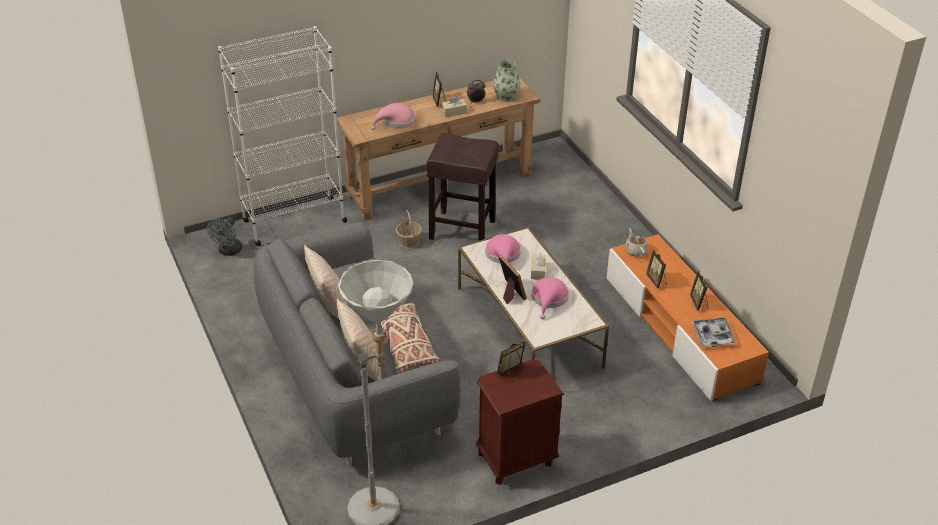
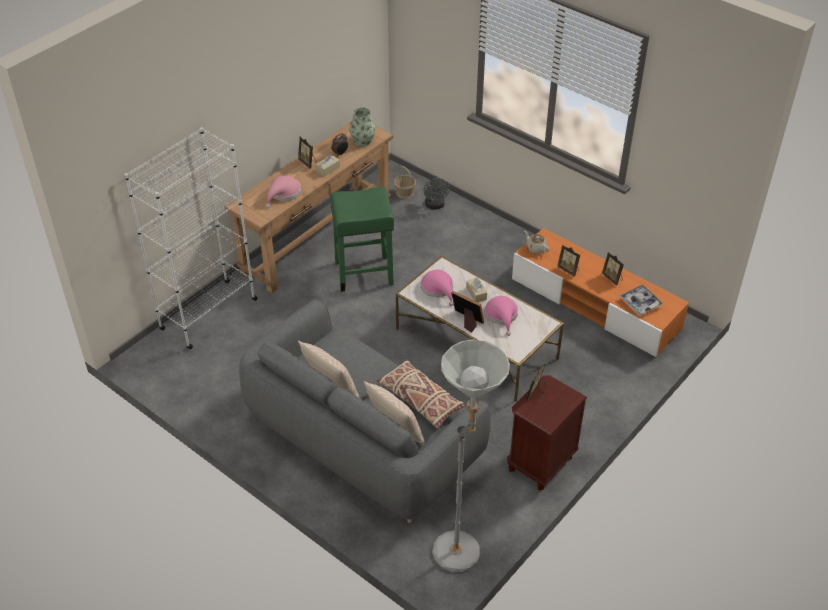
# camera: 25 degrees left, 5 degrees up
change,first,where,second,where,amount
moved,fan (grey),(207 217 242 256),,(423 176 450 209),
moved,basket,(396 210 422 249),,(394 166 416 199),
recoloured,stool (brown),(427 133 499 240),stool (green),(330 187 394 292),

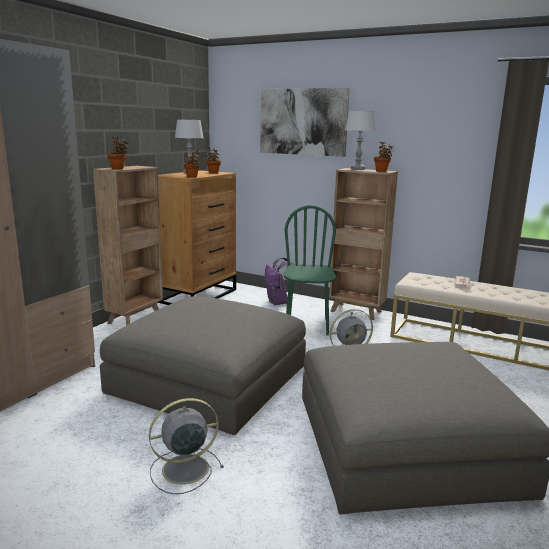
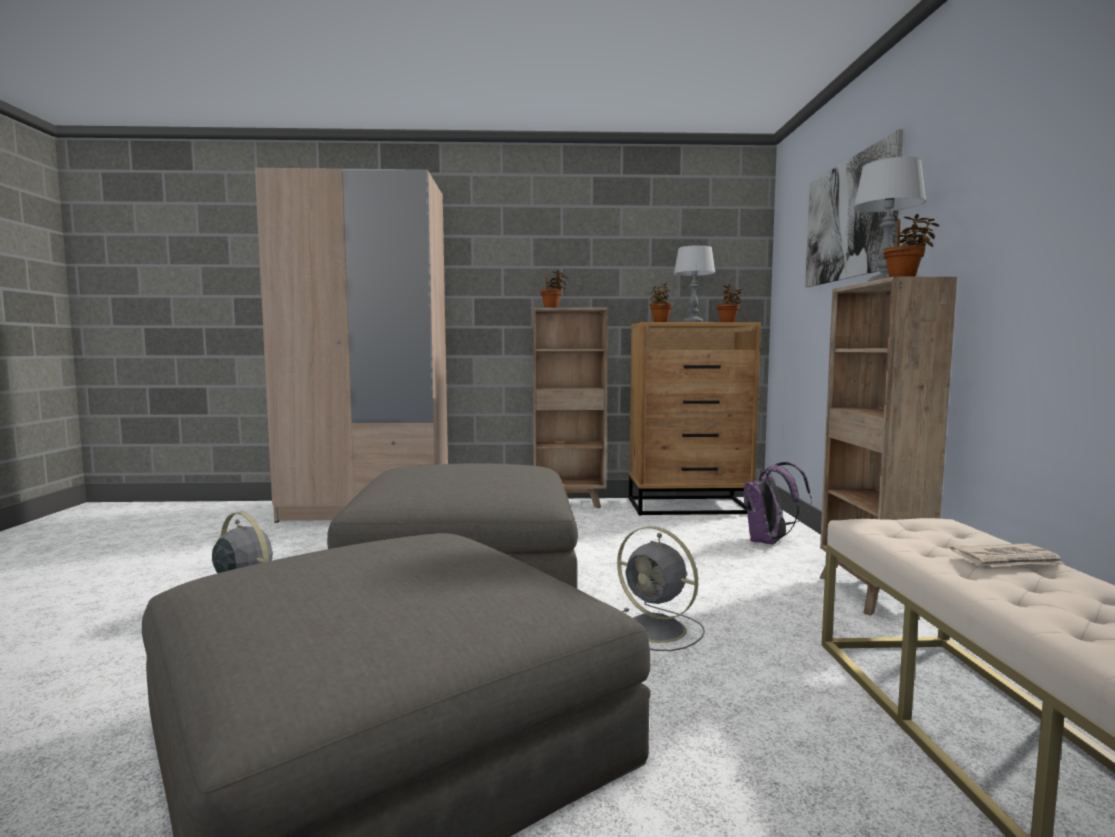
# camera: 60 degrees right, 10 degrees down
change,first,where,second,where,amount
removed,chair (green),(284 205 336 335),,,

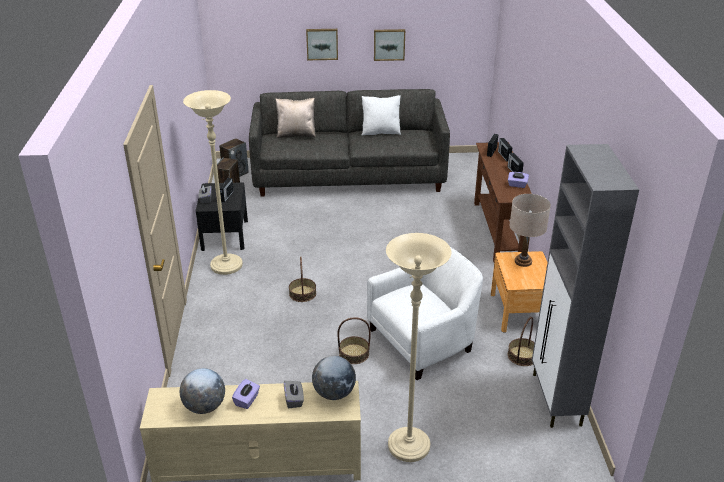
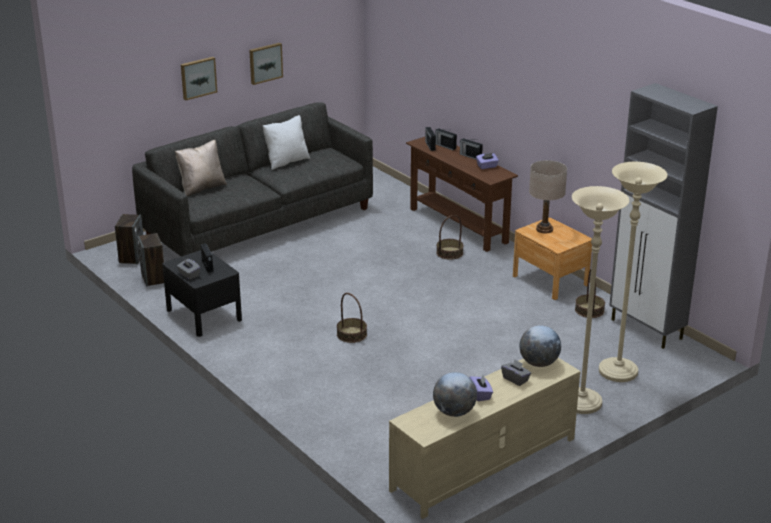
# camera: 35 degrees left, 5 degrees down
change,first,where,second,where,amount
moved,floor lamp (beige),(183 90 243 275),,(599 162 668 382),
moved,basket,(337 317 371 364),,(436 215 464 260),
removed,armchair (white),(367 247 483 380),,,

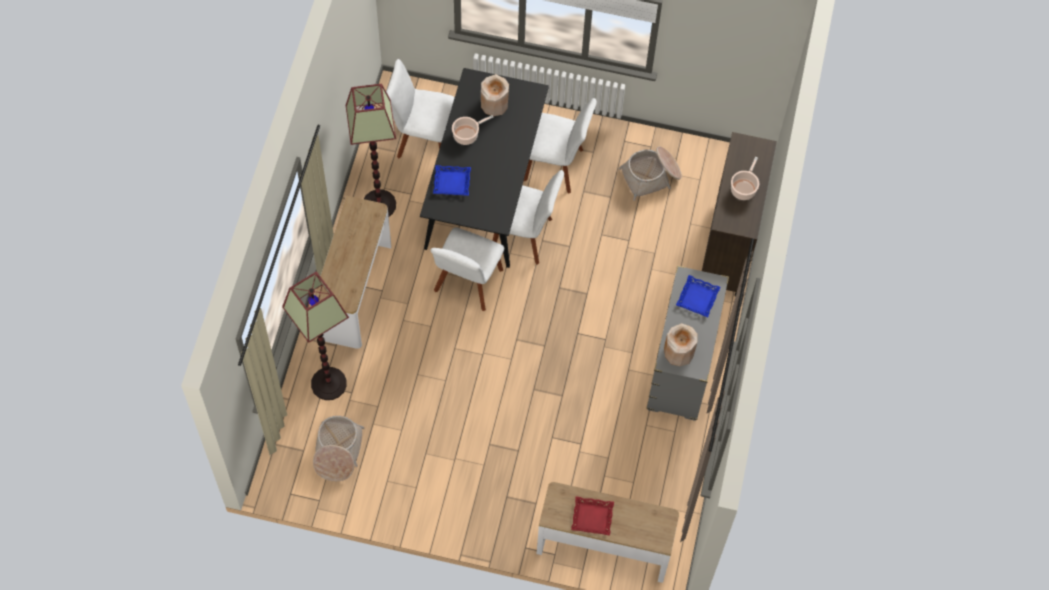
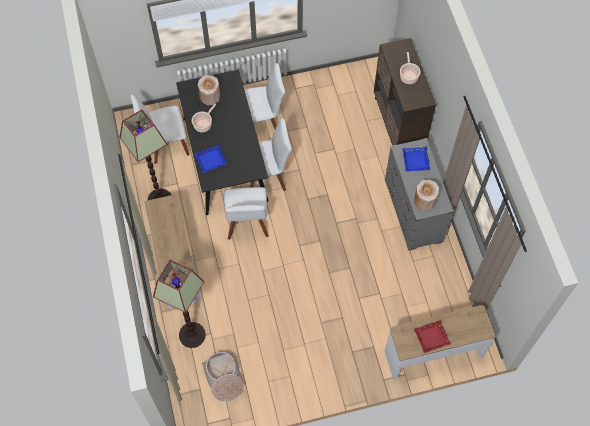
# camera: 25 degrees left, 0 degrees up
change,first,where,second,where,amount
removed,basket,(618 147 682 201),,,

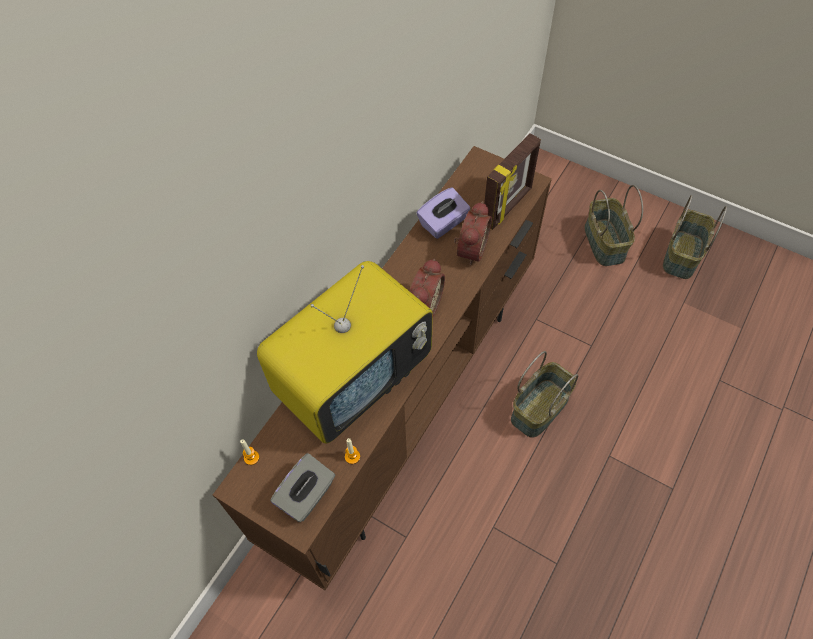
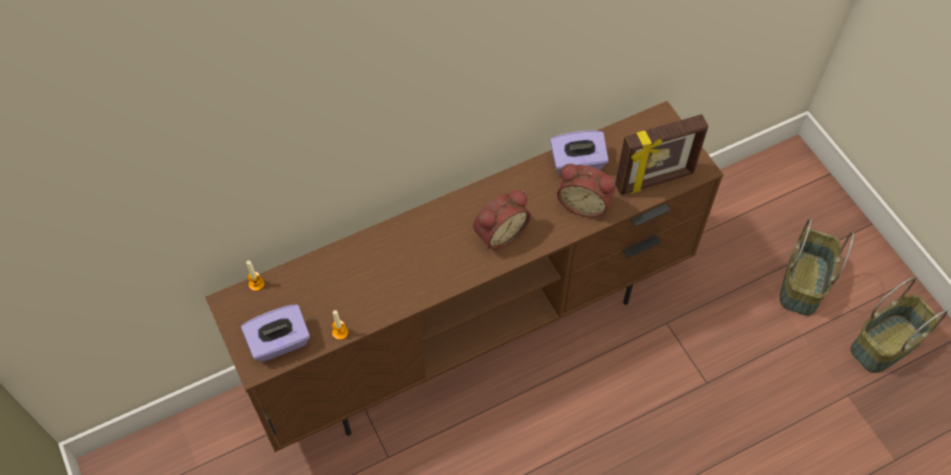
# camera: 30 degrees right, 0 degrees up
change,first,where,second,where,amount
removed,television,(257 261 433 443),,,
recoloured,tissue box (grey),(270 453 336 522),tissue box (purple),(241 304 310 362),
turned,alarm clock,(454 201 492 266),,(557 164 616 217),60 degrees clockwise
removed,basket,(511 351 578 438),,,

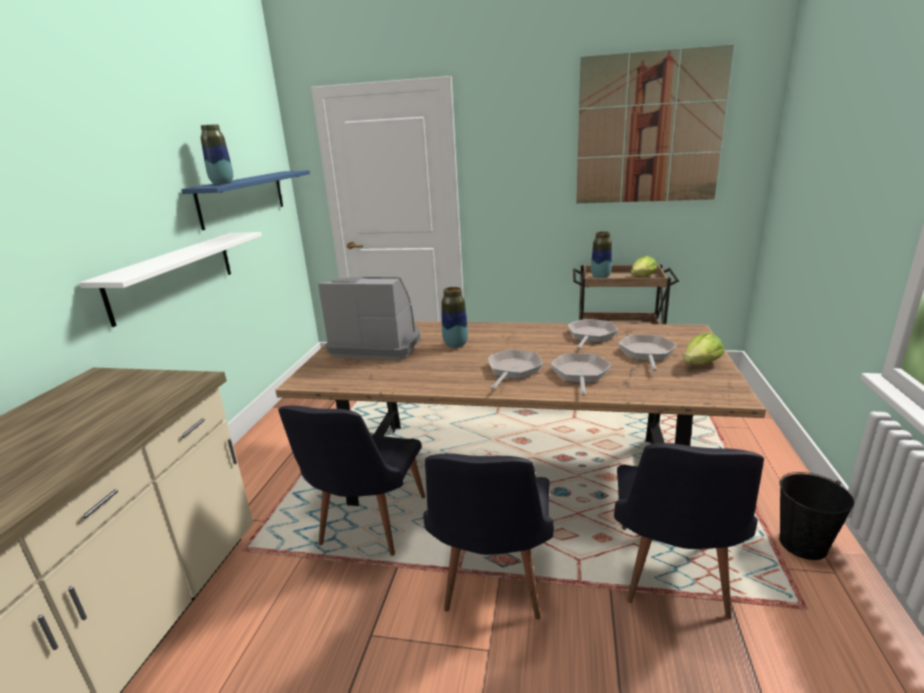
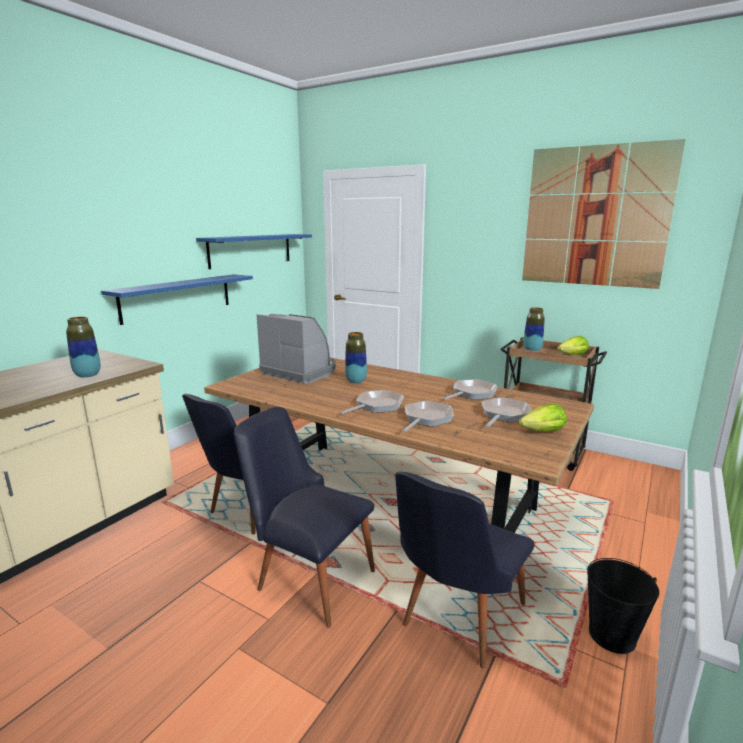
# camera: 20 degrees right, 5 degrees down
change,first,where,second,where,amount
recoloured,shelf (white),(79 232 262 327),shelf (blue),(101 274 253 325),
moved,vase,(201 124 233 185),,(66 317 101 377),
turned,chair (black),(423 453 554 619),,(234 407 375 628),90 degrees clockwise

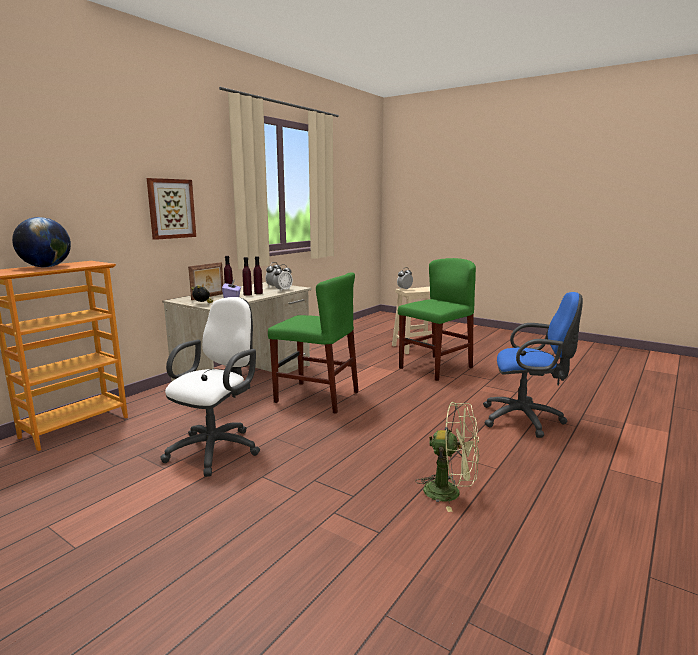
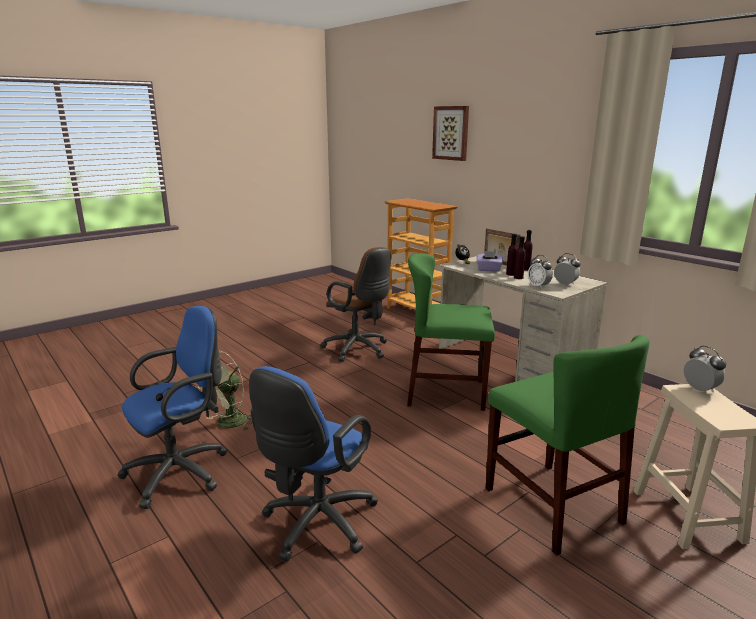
# camera: 105 degrees right, 5 degrees up
change,first,where,second,where,amount
removed,globe,(12 217 71 267),,,
moved,picture,(147 178 196 240),,(432 106 469 161),
recoloured,office chair (white),(161 297 260 477),office chair (brown),(320 247 391 362),
turned,chair (green),(268 272 359 414),,(407 253 495 411),60 degrees clockwise
added,,,office chair (blue),(117 306 227 509),

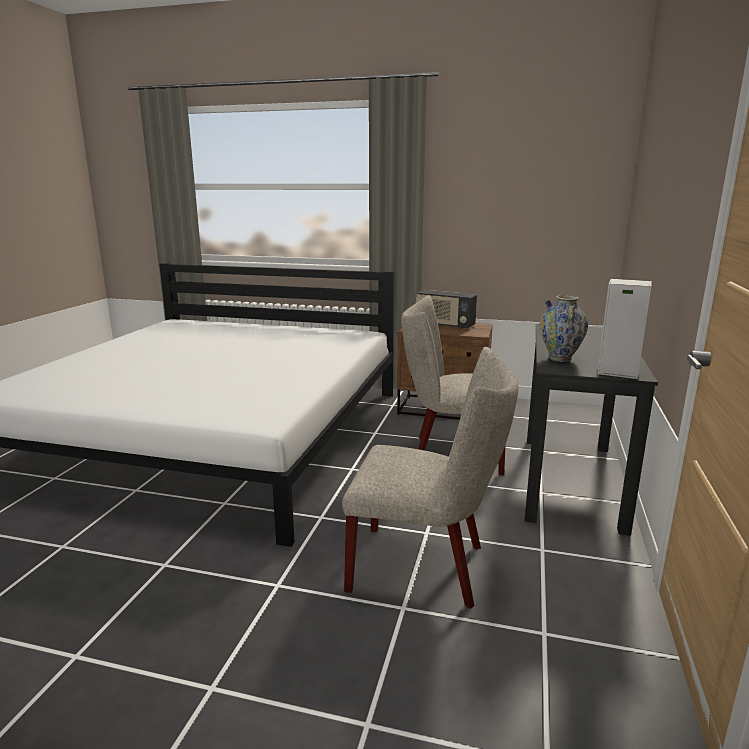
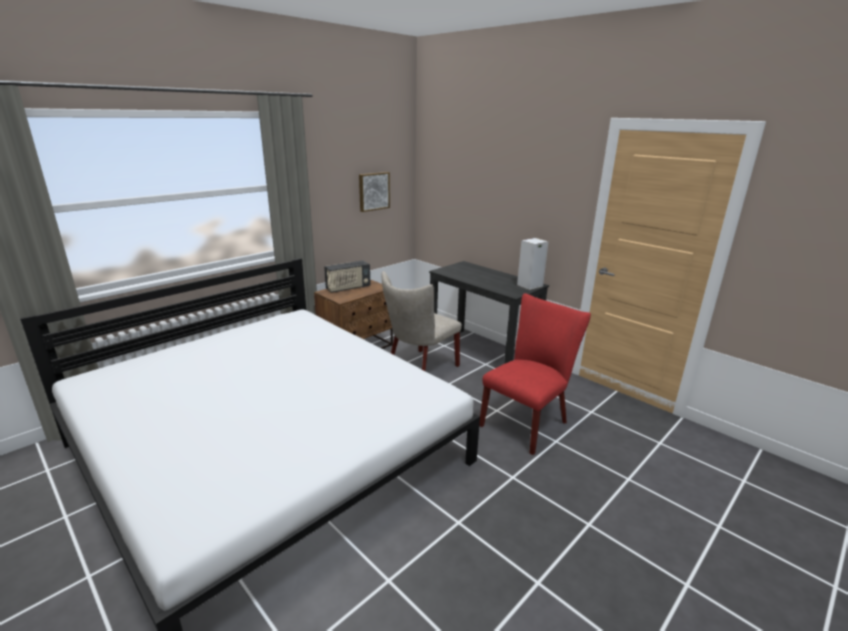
# camera: 60 degrees left, 5 degrees up
change,first,where,second,where,amount
recoloured,chair (beige),(342 347 519 609),chair (red),(479 293 591 455),
removed,vase,(540 295 588 362),,,
added,,,picture,(359 172 390 212),

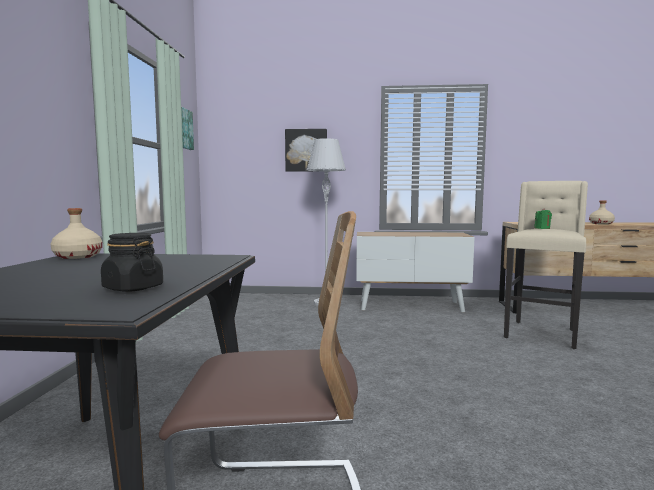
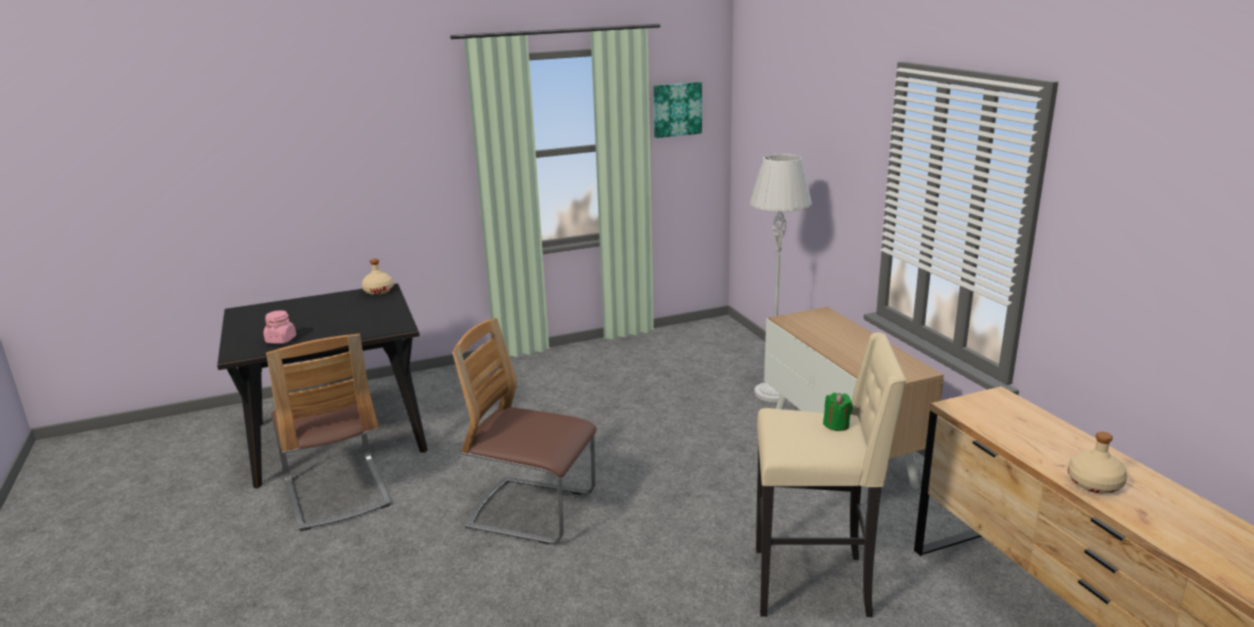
# camera: 65 degrees right, 15 degrees up
change,first,where,second,where,amount
recoloured,jar (black),(101 233 163 292),jar (pink),(264 310 296 344),
removed,picture,(285 129 327 172),,,
added,,,chair,(452 318 597 544),

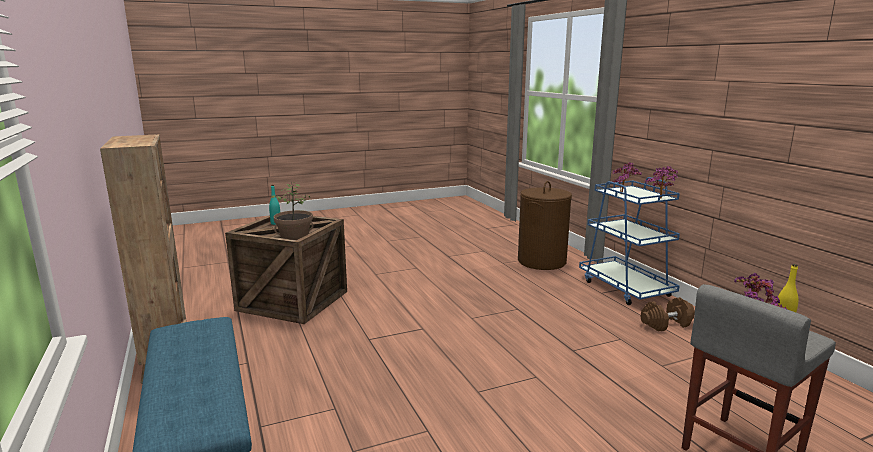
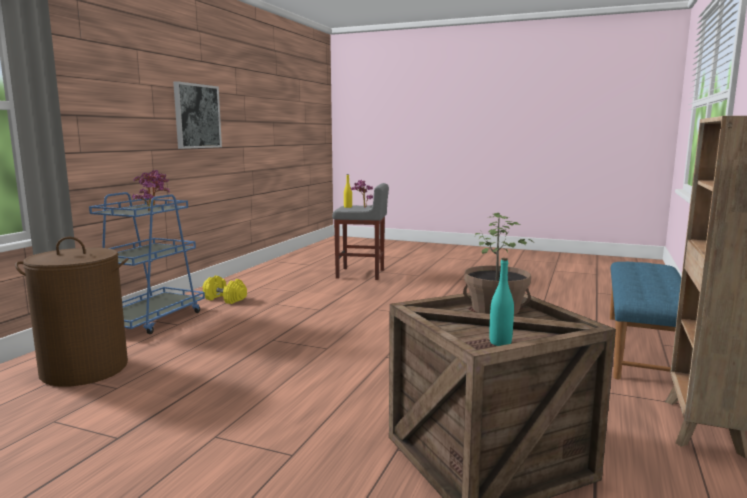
# camera: 135 degrees left, 5 degrees down
change,first,where,second,where,amount
recoloured,dumbbell (brown),(641 297 695 331),dumbbell (yellow),(203 276 247 304),
added,,,picture,(173 81 222 149),

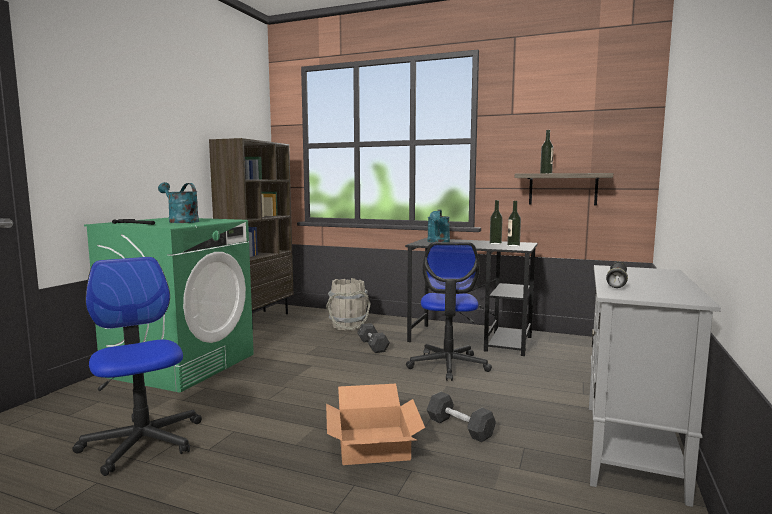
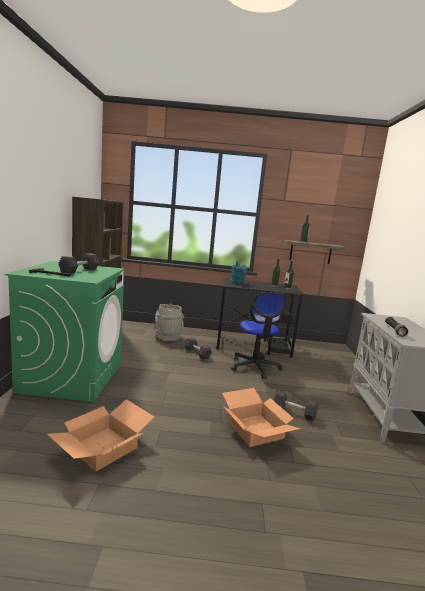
# camera: 20 degrees left, 5 degrees up
change,first,where,second,where,amount
replaced,office chair,(73 257 202 476),cardboard box,(47 399 154 472),
replaced,watering can (turquoise),(158 182 199 223),dumbbell (grey),(58 253 100 274),

